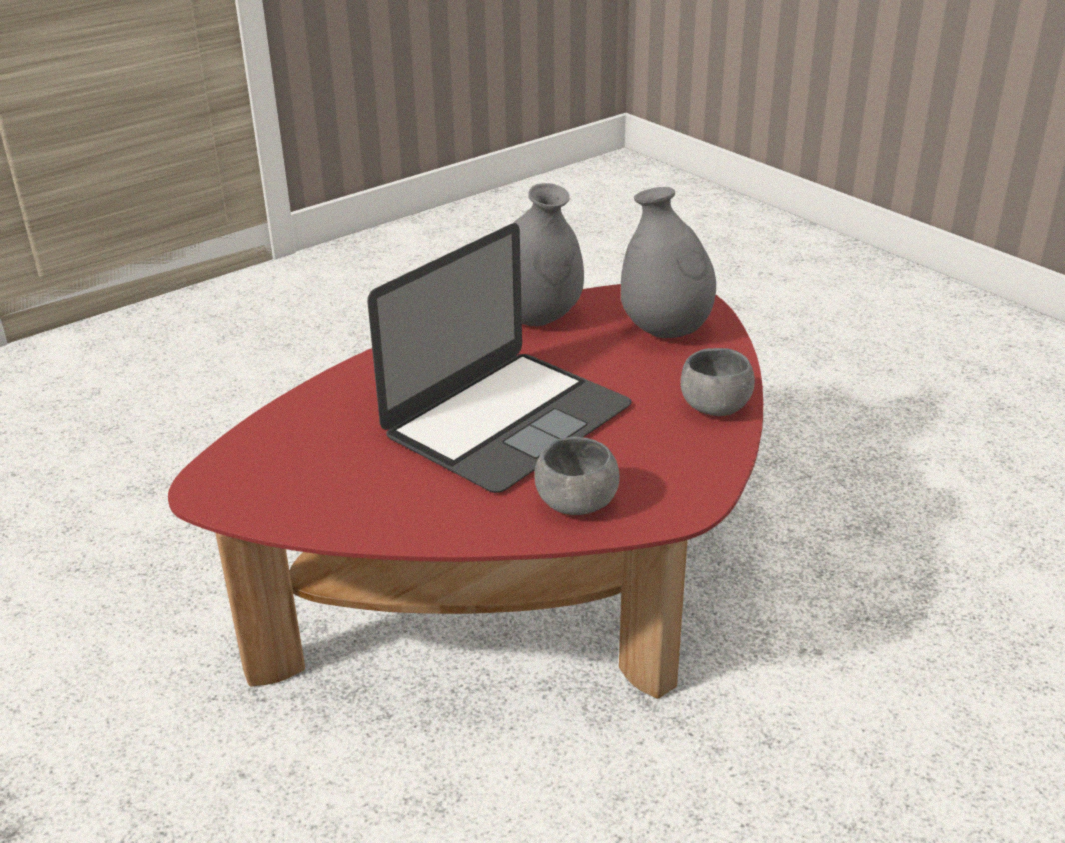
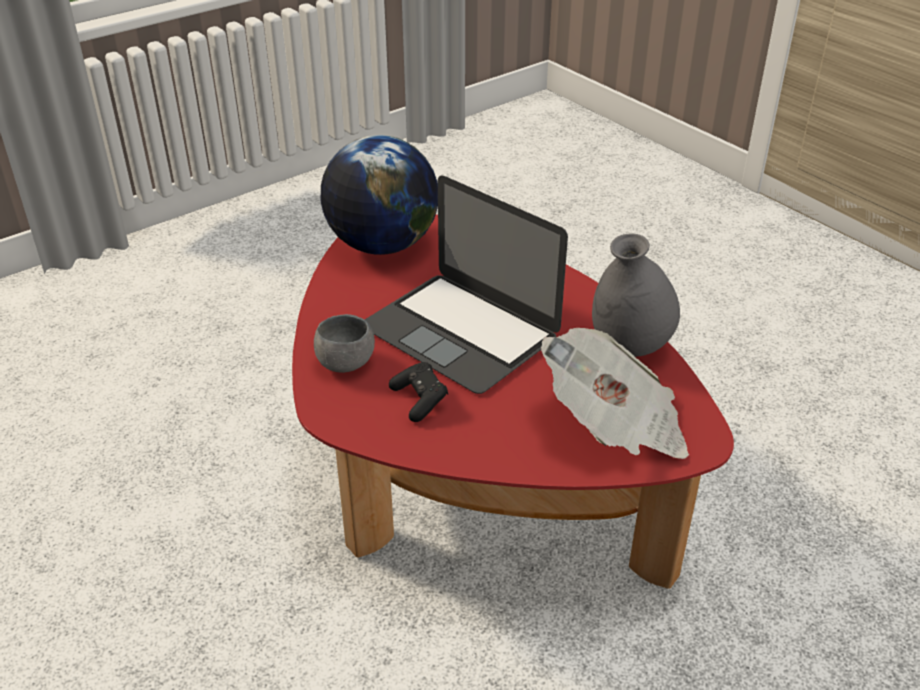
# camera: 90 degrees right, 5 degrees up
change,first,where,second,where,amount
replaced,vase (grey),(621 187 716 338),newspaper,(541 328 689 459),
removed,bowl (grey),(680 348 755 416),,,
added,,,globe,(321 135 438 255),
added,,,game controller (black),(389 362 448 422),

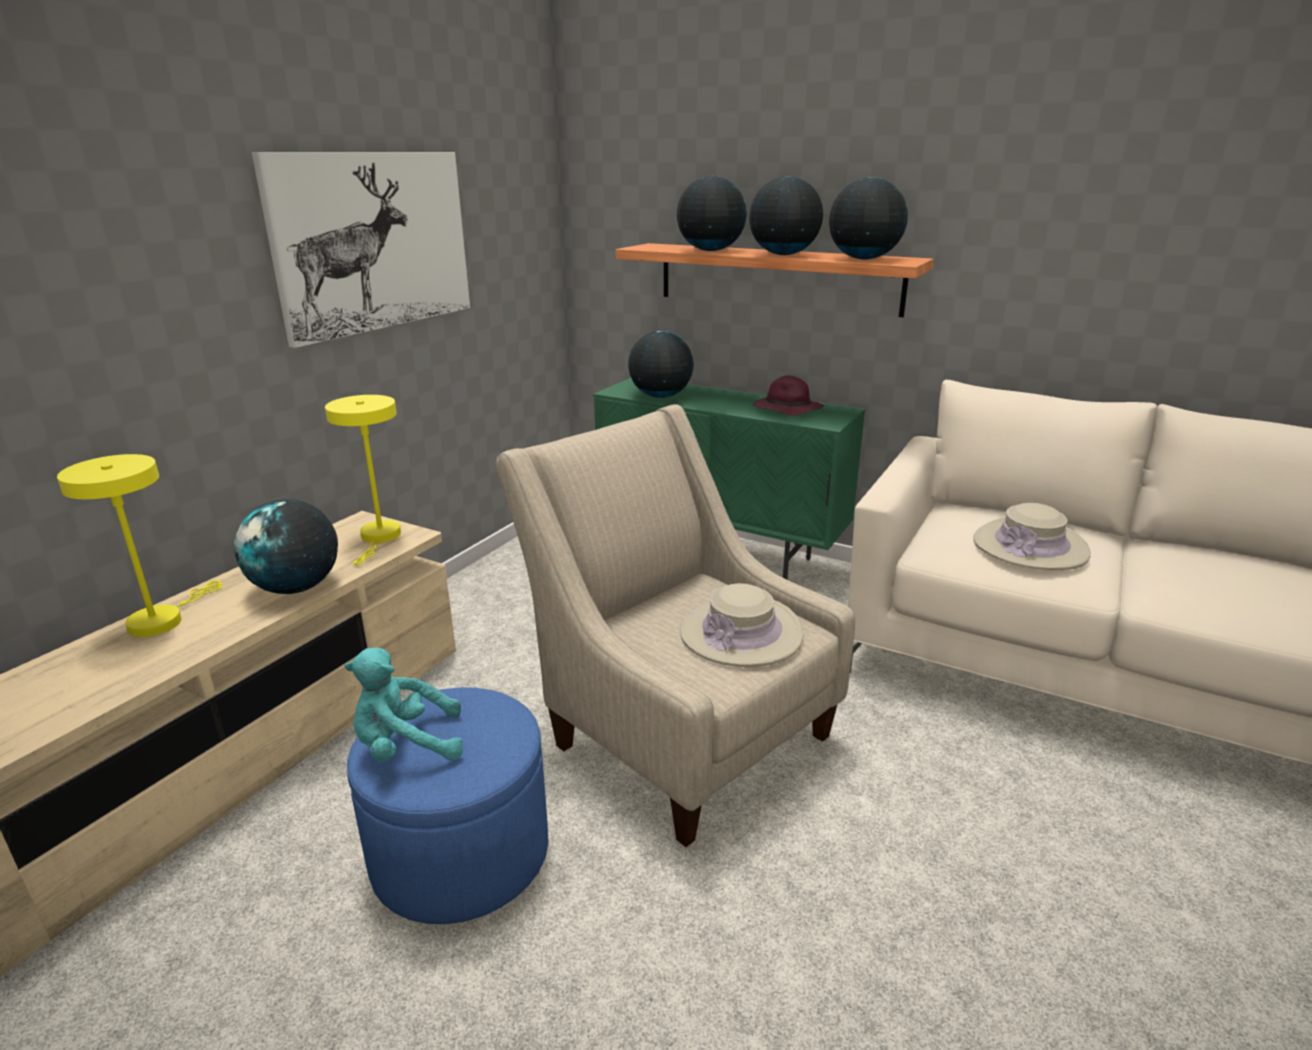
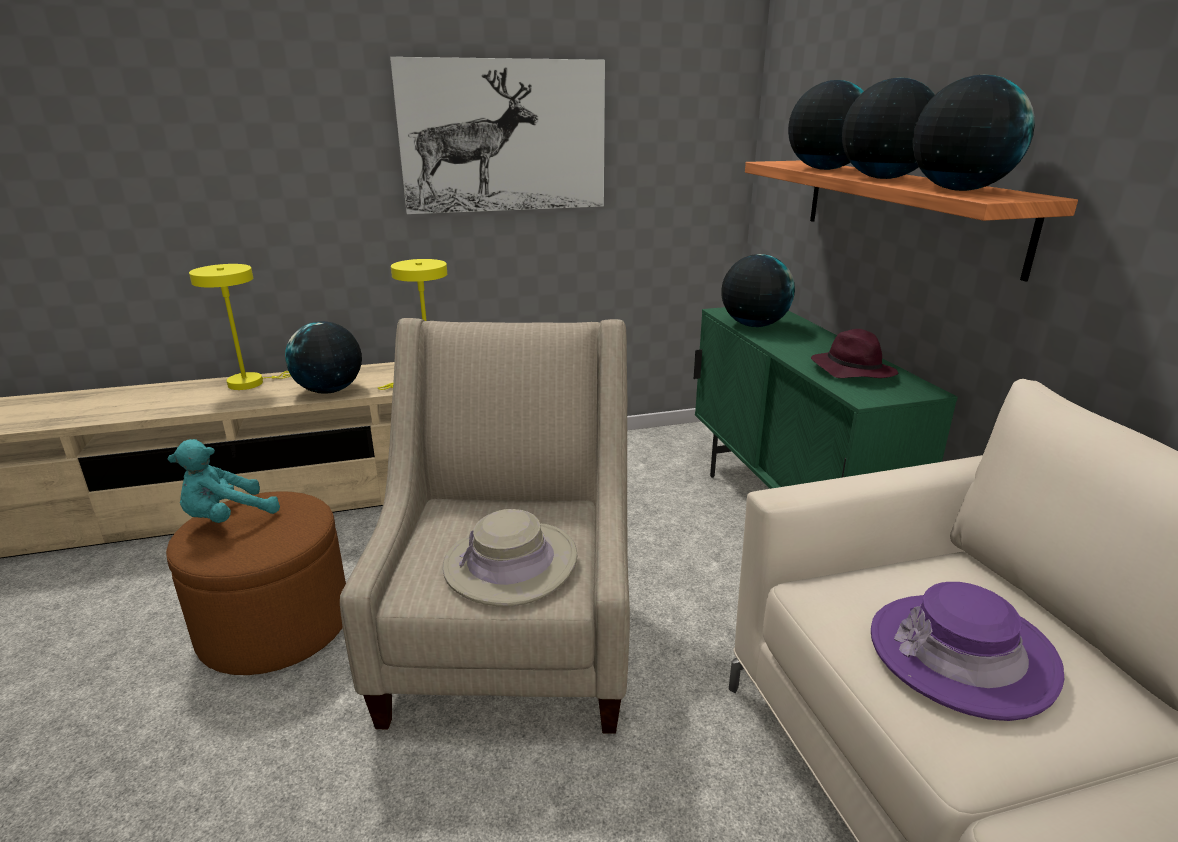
# camera: 45 degrees right, 0 degrees up
change,first,where,second,where,amount
turned,plush toy (turquoise),(344 647 463 762),,(167 439 280 523),75 degrees counterclockwise
recoloured,ottoman (blue),(347 687 548 924),ottoman (brown),(166 491 346 675),
recoloured,hat (beige),(973 503 1091 570),hat (purple),(871 582 1064 721),

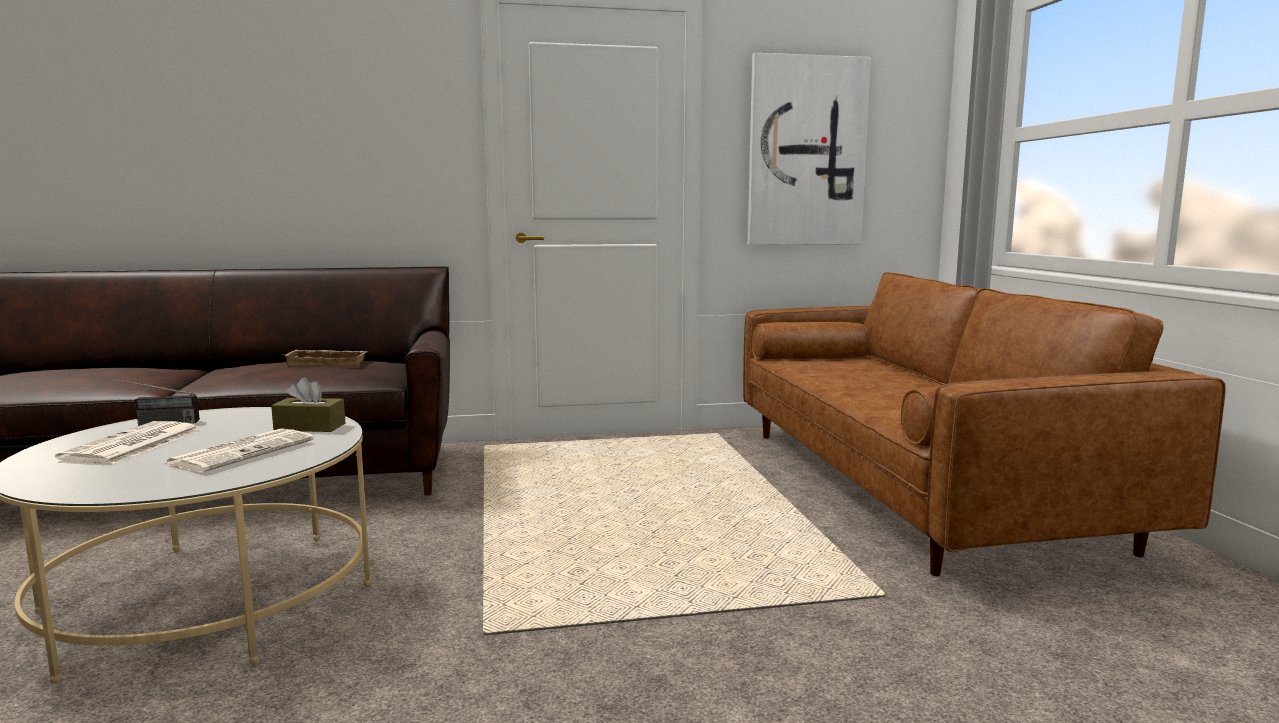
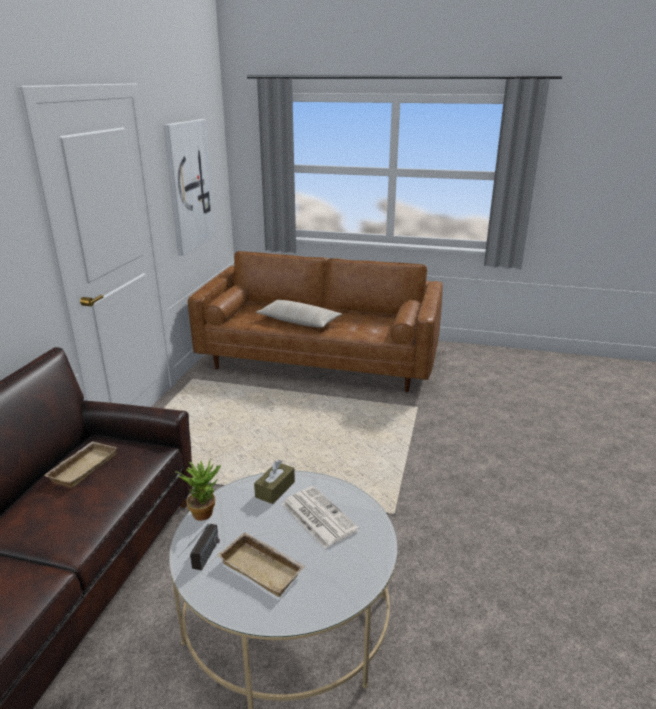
# camera: 65 degrees left, 15 degrees up
change,first,where,second,where,amount
replaced,newspaper,(55 421 201 464),tray (beige),(217 532 306 597),
added,,,potted plant,(176 458 221 521),
added,,,pillow (beige),(256 300 342 328),

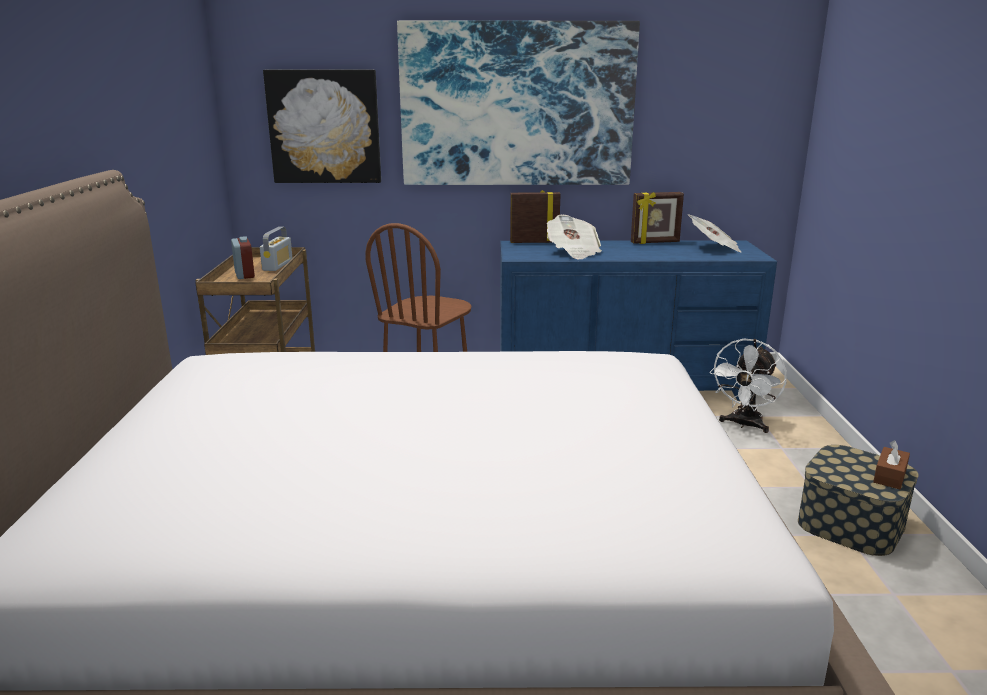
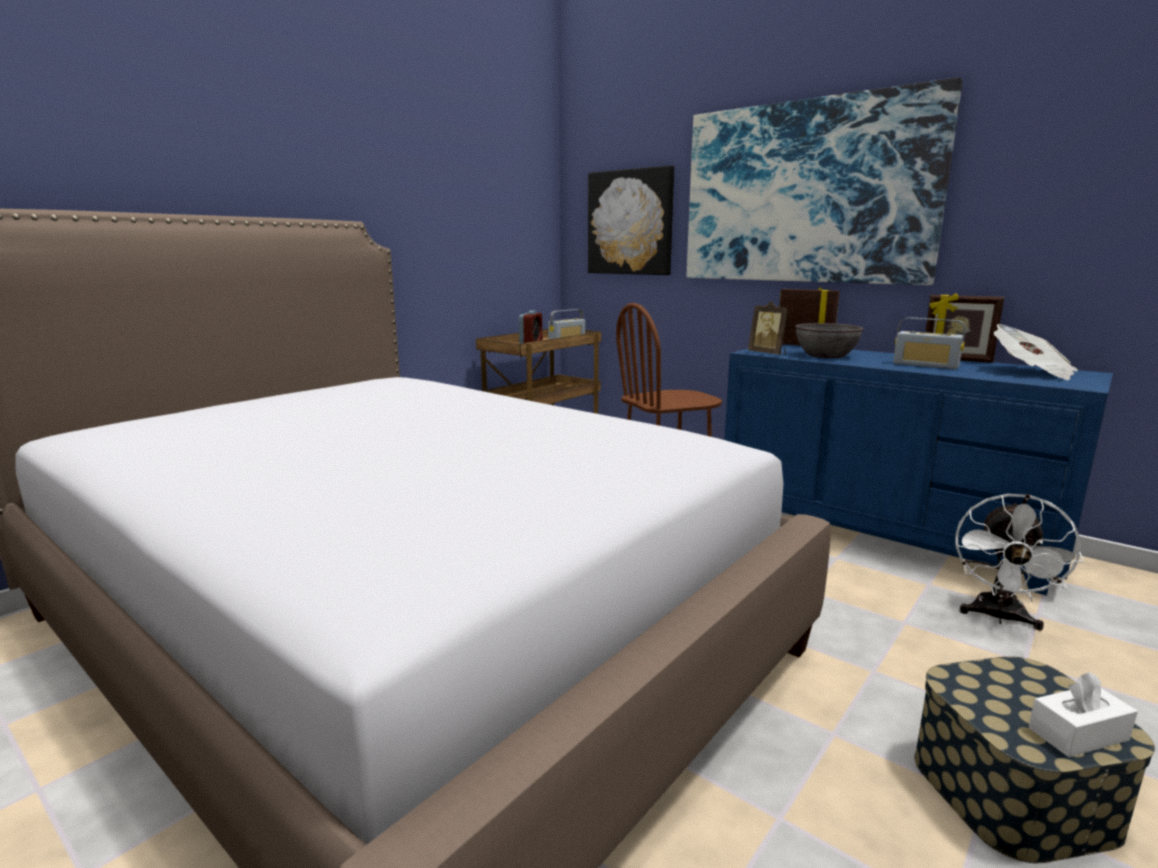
# camera: 40 degrees right, 5 degrees down
change,first,where,second,where,amount
replaced,newspaper,(547 215 602 259),bowl (grey),(795 323 864 358),
turned,fan (white),(709 339 787 433),,(955 494 1084 631),45 degrees counterclockwise
recoloured,tissue box (brown),(873 440 910 489),tissue box (white),(1028 672 1138 757),
added,,,picture frame,(748 301 788 354),
added,,,radio,(893 317 966 369),

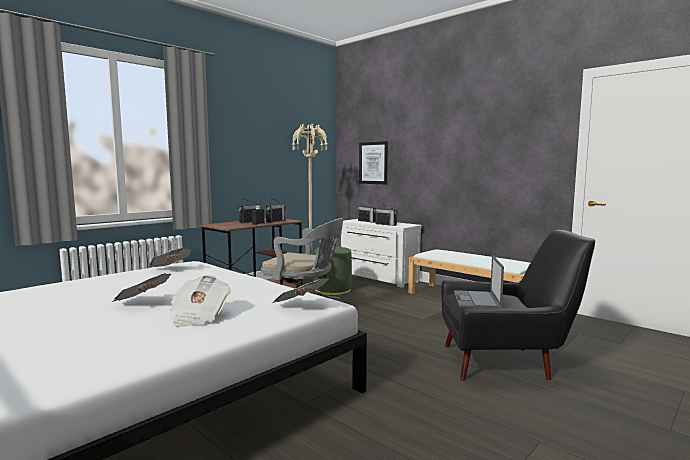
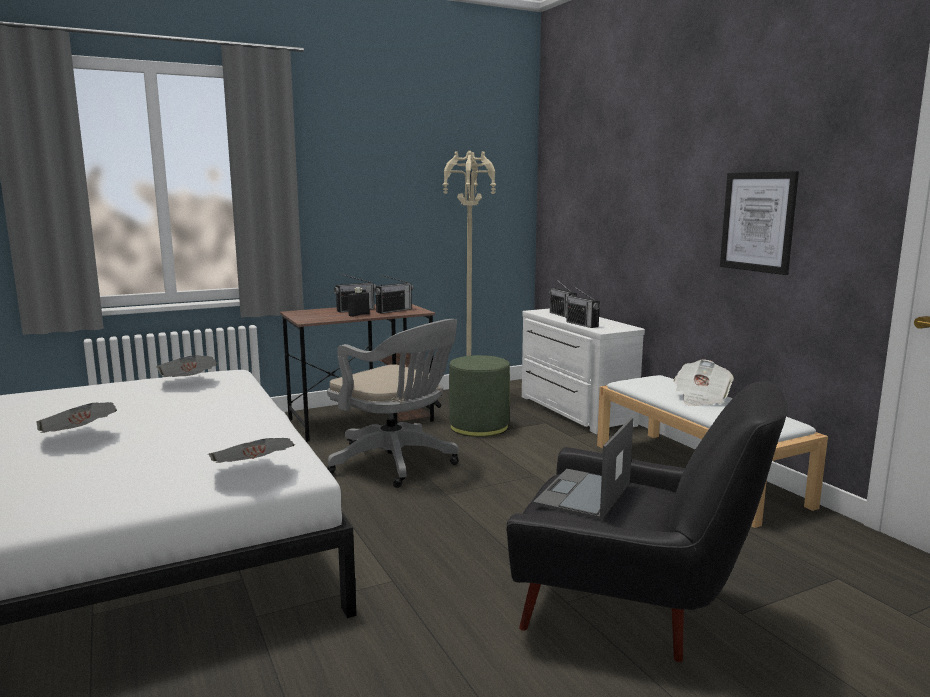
# camera: 20 degrees right, 5 degrees up
change,first,where,second,where,amount
moved,newspaper,(170 275 231 327),,(674 359 734 406),
moved,picture,(359 141 388 184),,(720 171 799 275),

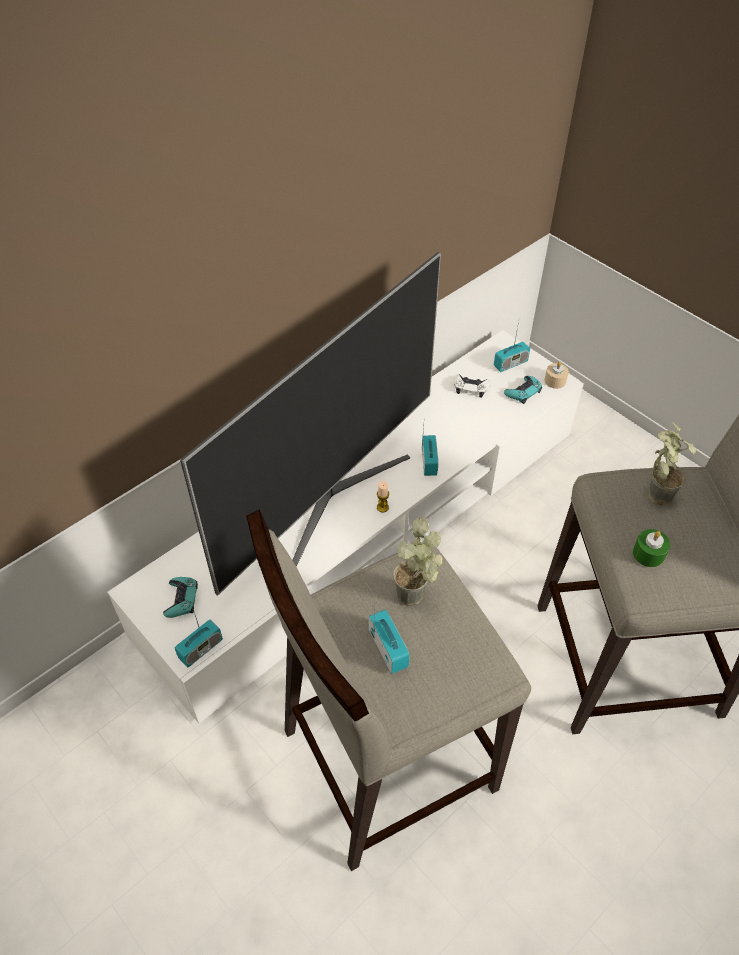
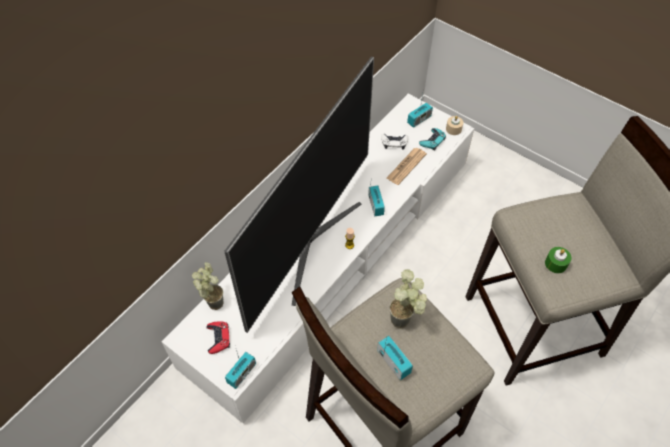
# camera: 10 degrees left, 5 degrees up
change,first,where,second,where,amount
recoloured,game controller (turquoise),(163 577 198 618),game controller (red),(206 321 230 354),
moved,potted plant,(649 422 697 506),,(192 262 224 310),
added,,,newspaper,(386 148 427 185),

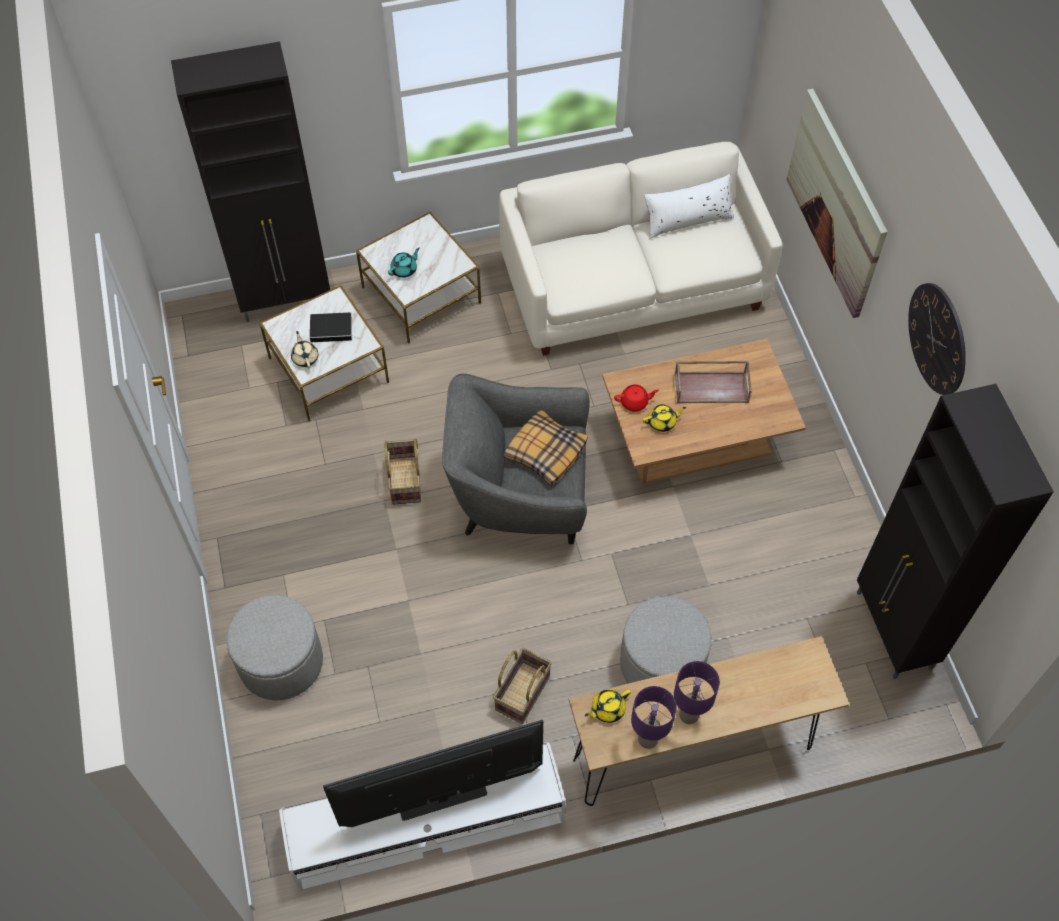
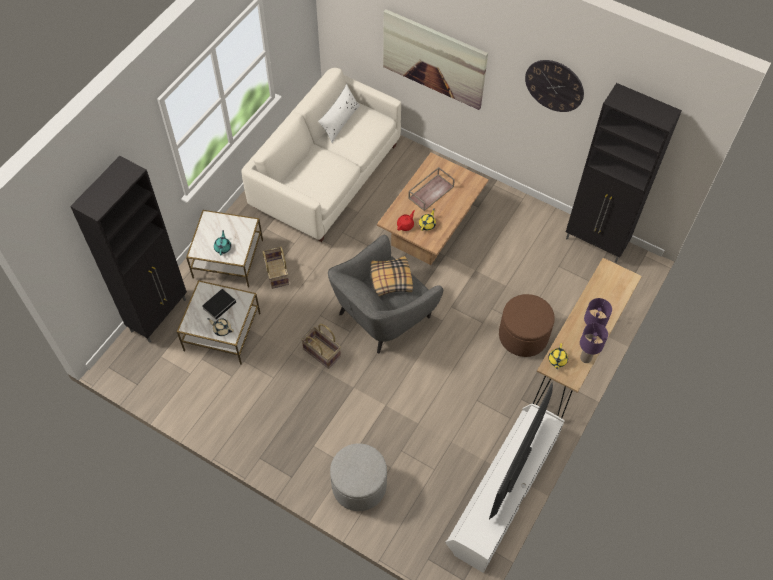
# camera: 45 degrees left, 0 degrees up
change,first,where,second,where,amount
moved,basket,(493 648 552 724),,(263 247 289 289),
recoloured,ottoman (grey),(620 596 712 683),ottoman (brown),(499 294 555 357),

